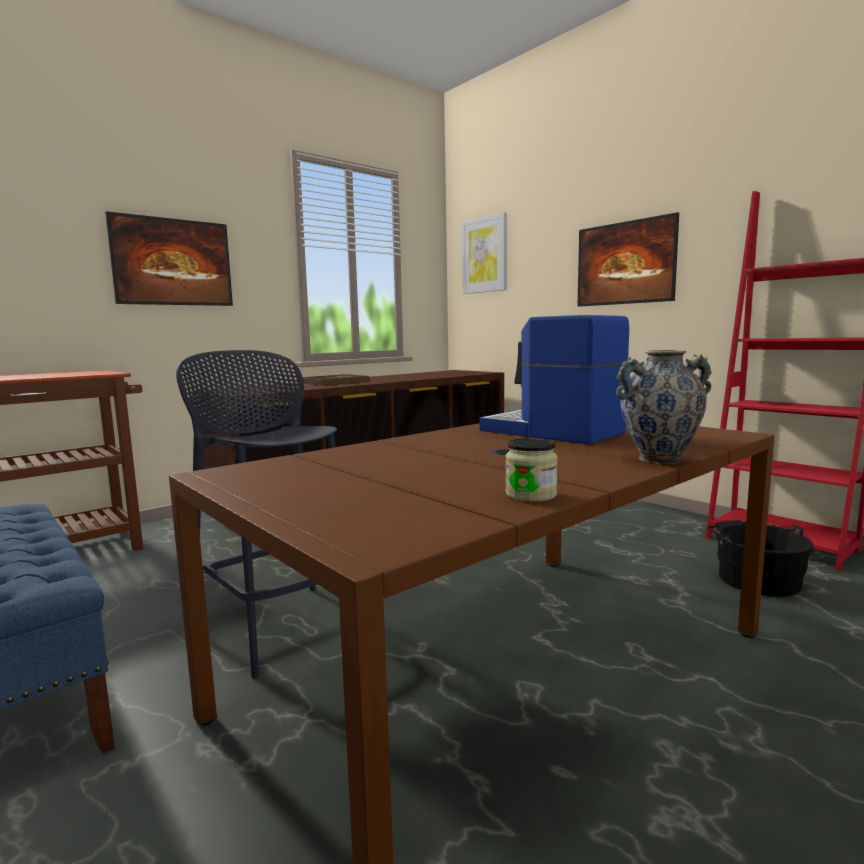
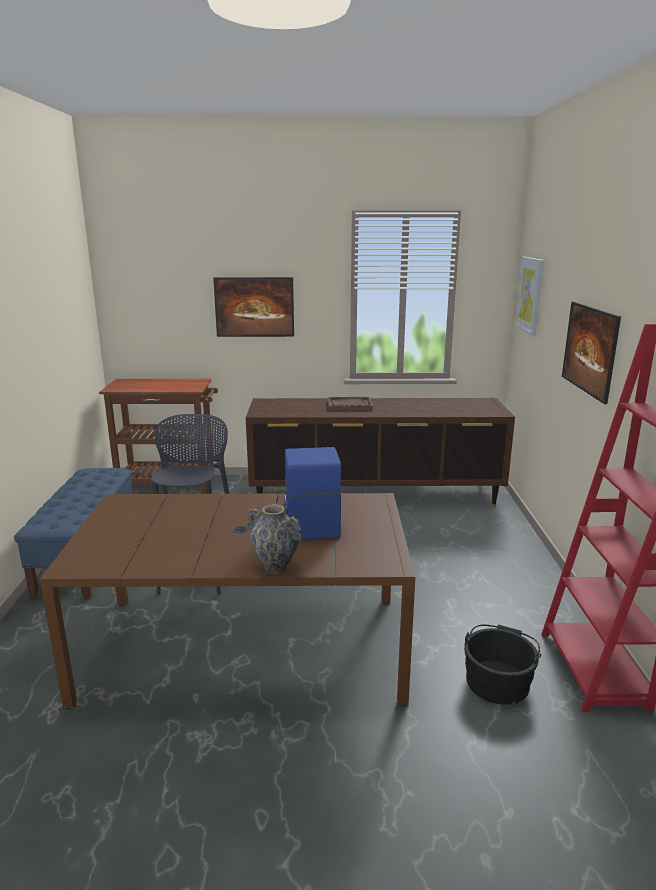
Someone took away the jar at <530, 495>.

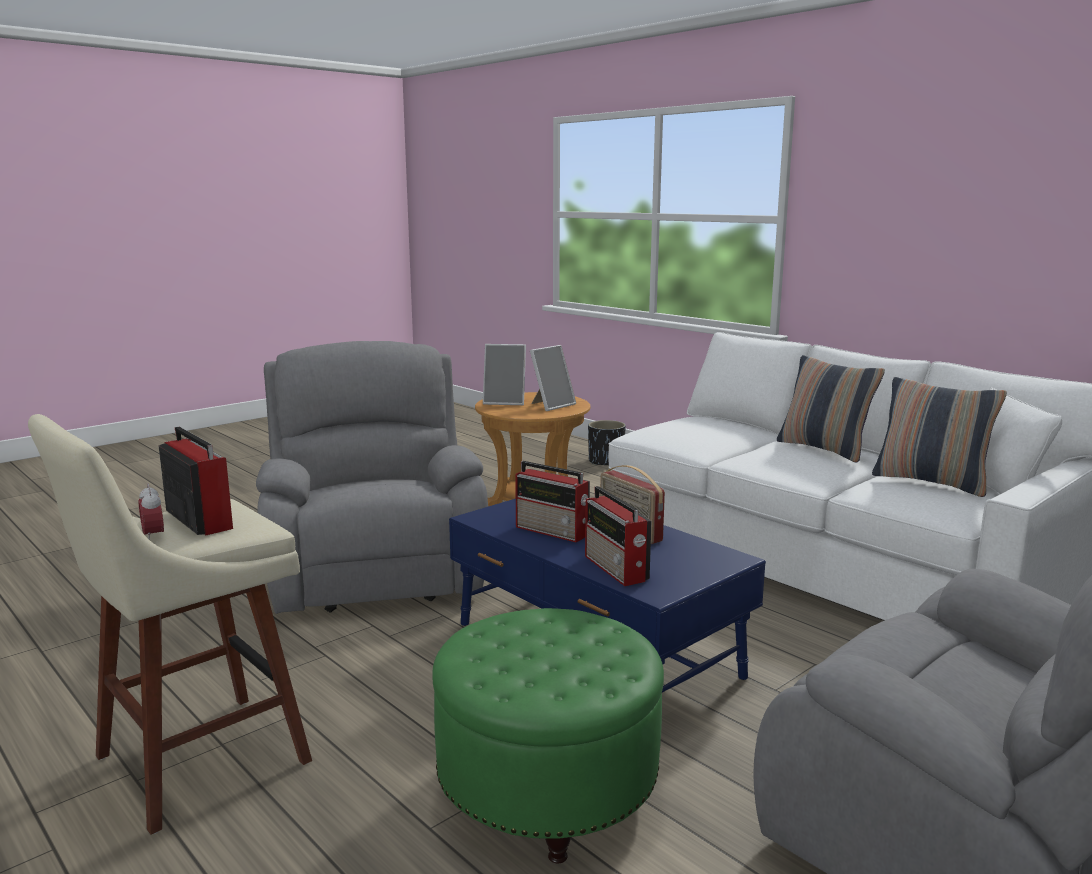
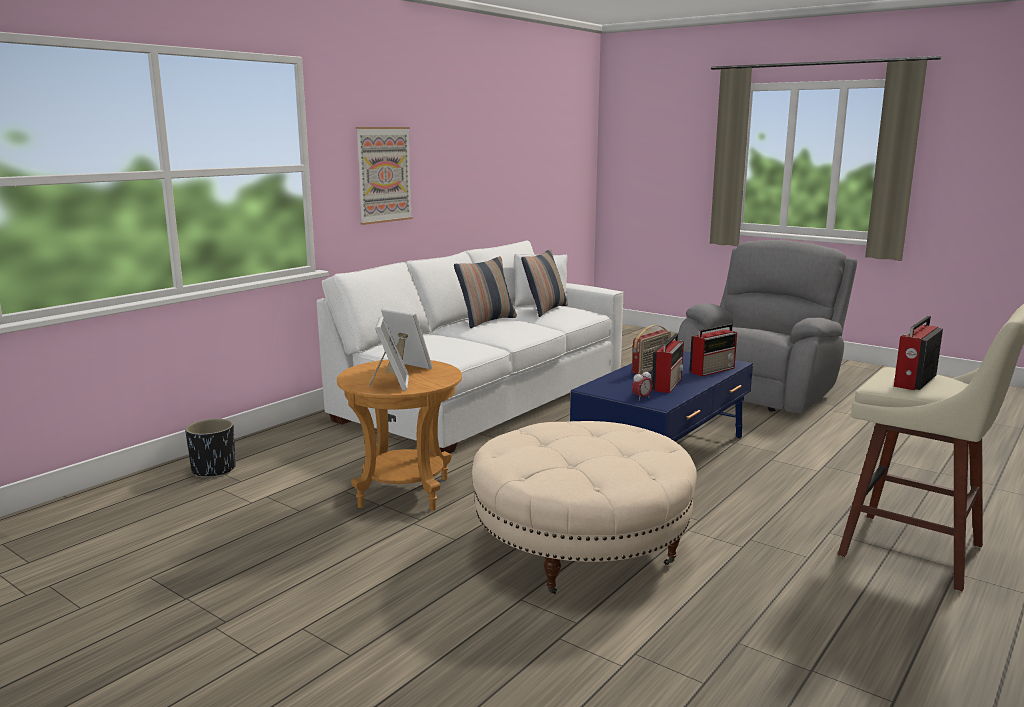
Someone put up the wall picture at <384, 174>. Someone swapped the gray armchair at <376, 571> for the sand-coloured ottoman at <581, 548>. Someone carried the bedside clock from <154, 536> to <641, 398>. Someone took away the green ottoman at <547, 790>.

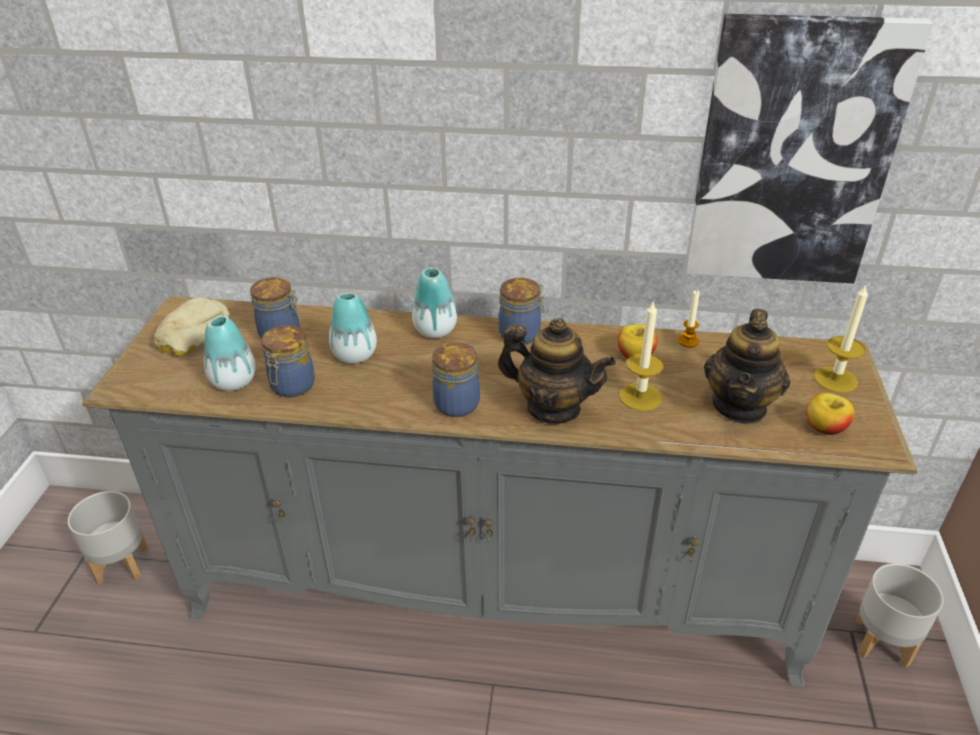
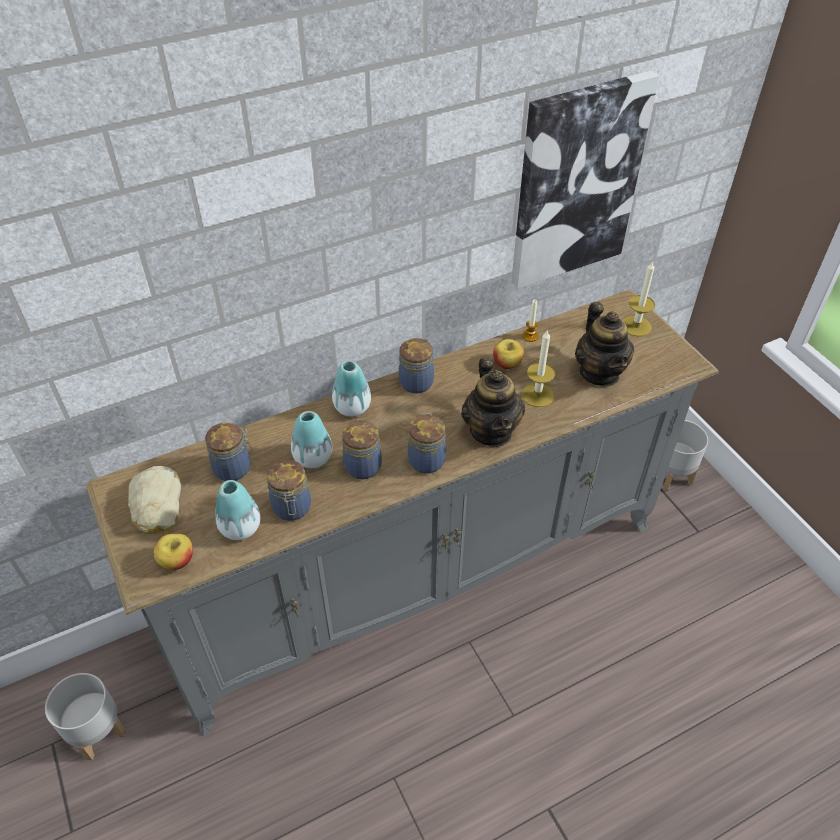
Someone carried the apple from <824, 428> to <177, 561>. Someone put down the jar at <363, 465>. Someone rotated the pot for tea at <553, 407> by 90 degrees clockwise.

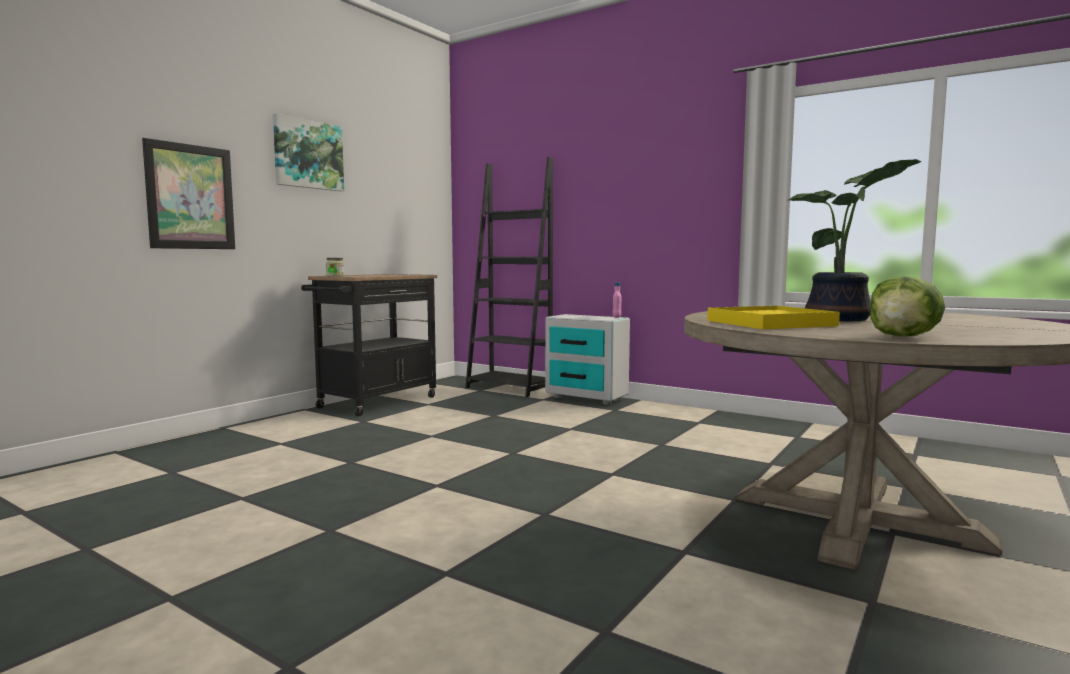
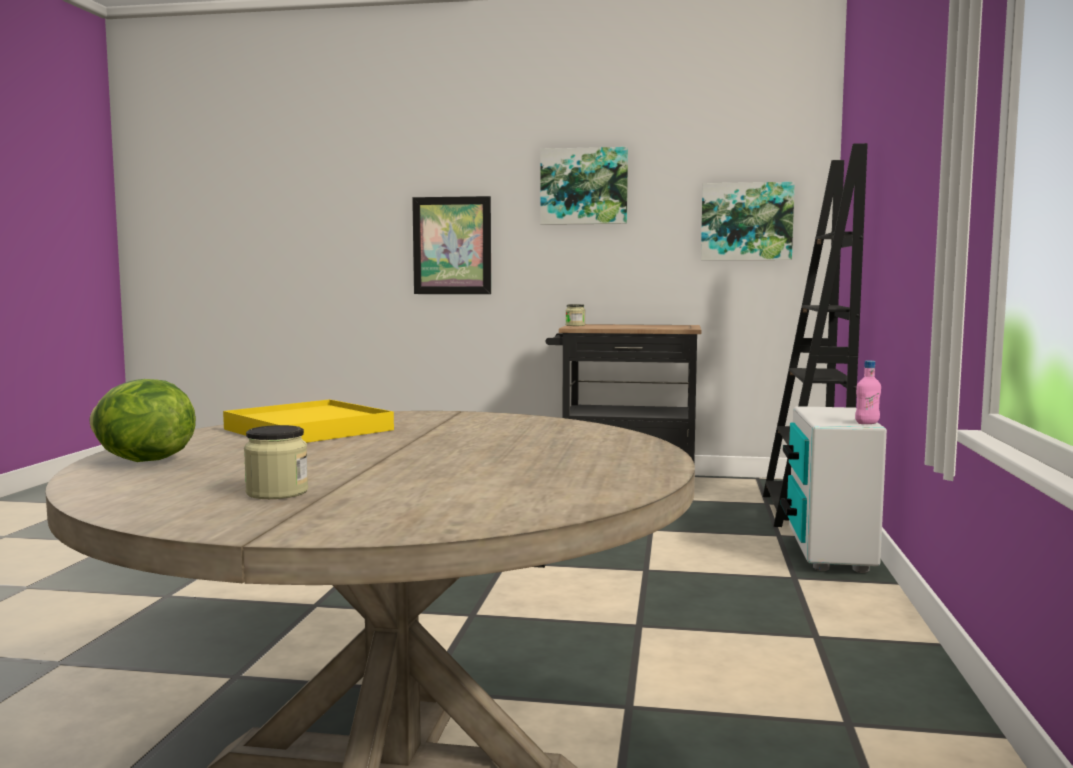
Someone put down the jar at <277, 492>. Someone put up the wall picture at <746, 221>. Someone took away the potted plant at <842, 319>.

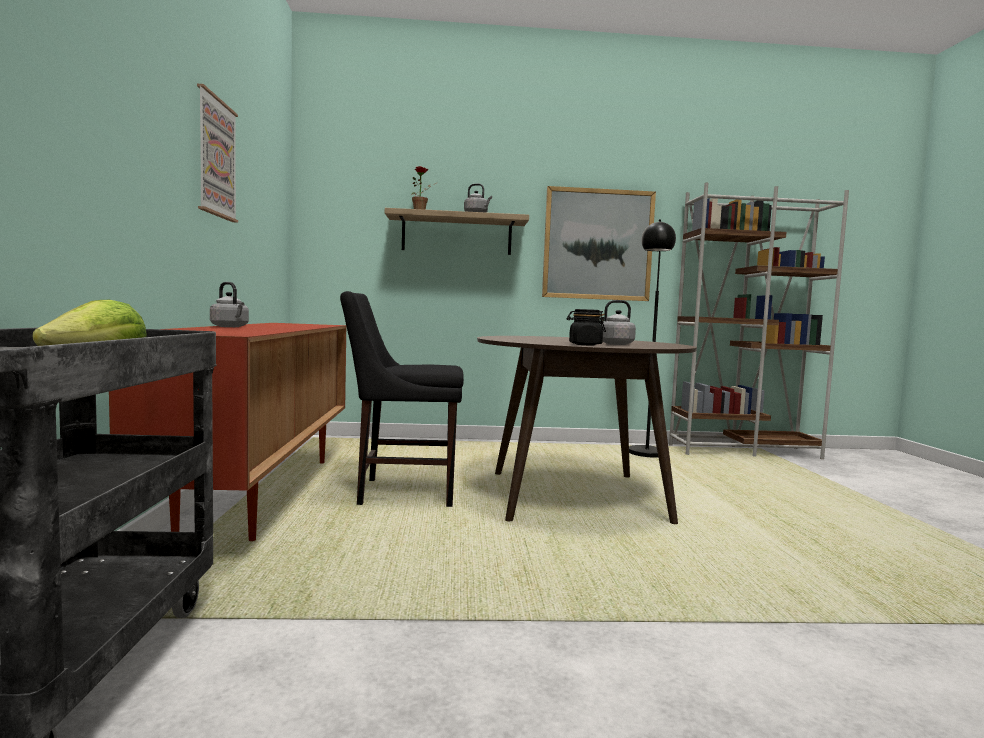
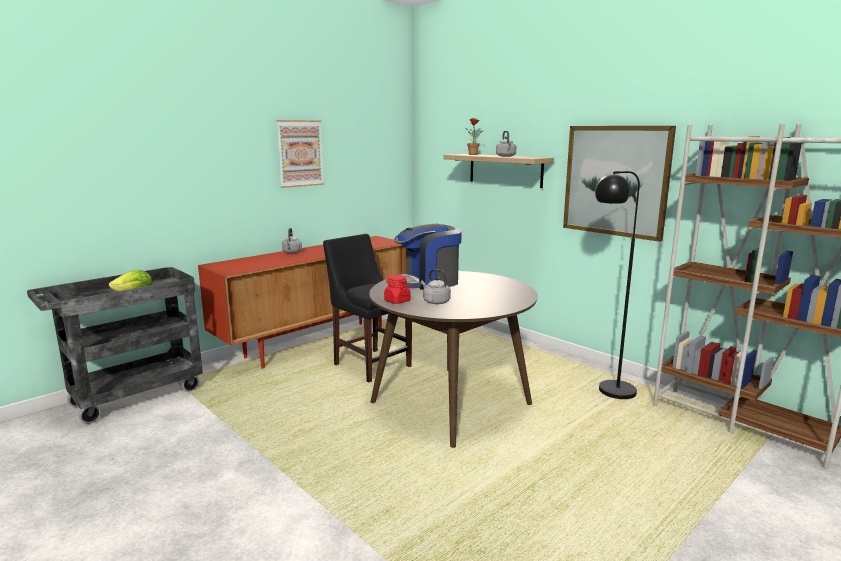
Someone repainted the blackish jar at <585, 344>, which became the reddish jar at <397, 301>. Someone put down the coffee brewer at <428, 282>.

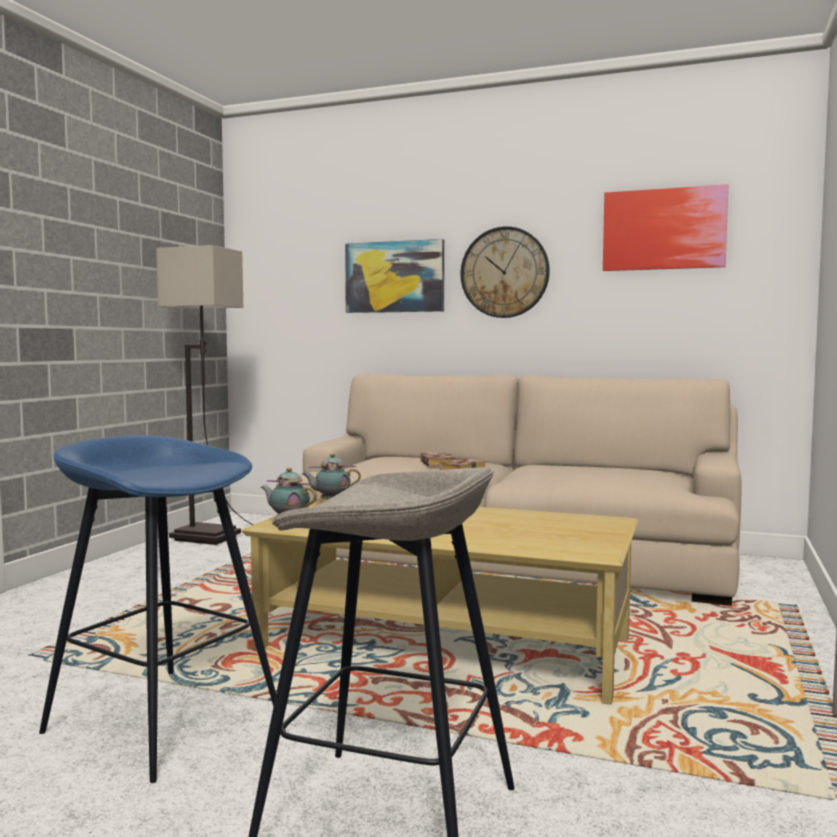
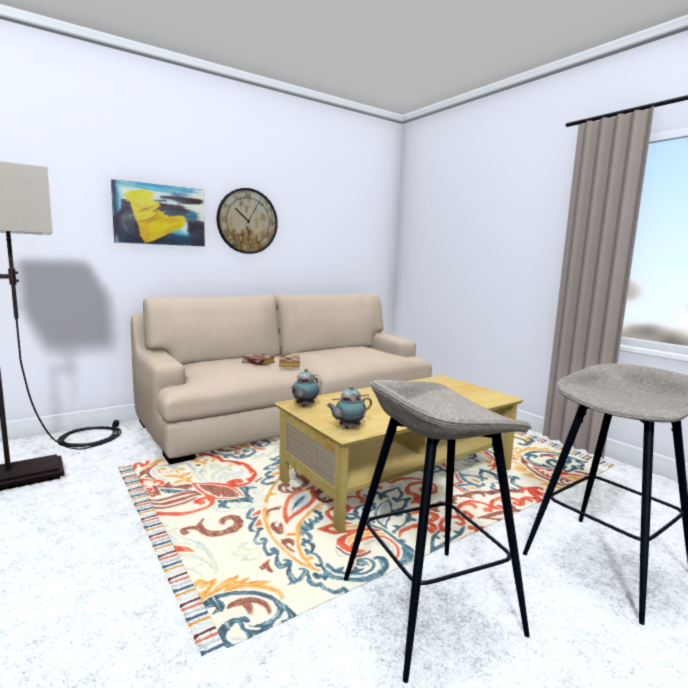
Someone repainted the blue-coloured sitting stool at <163, 720>, which became the gray sitting stool at <428, 605>. Someone took away the wall picture at <663, 229>.

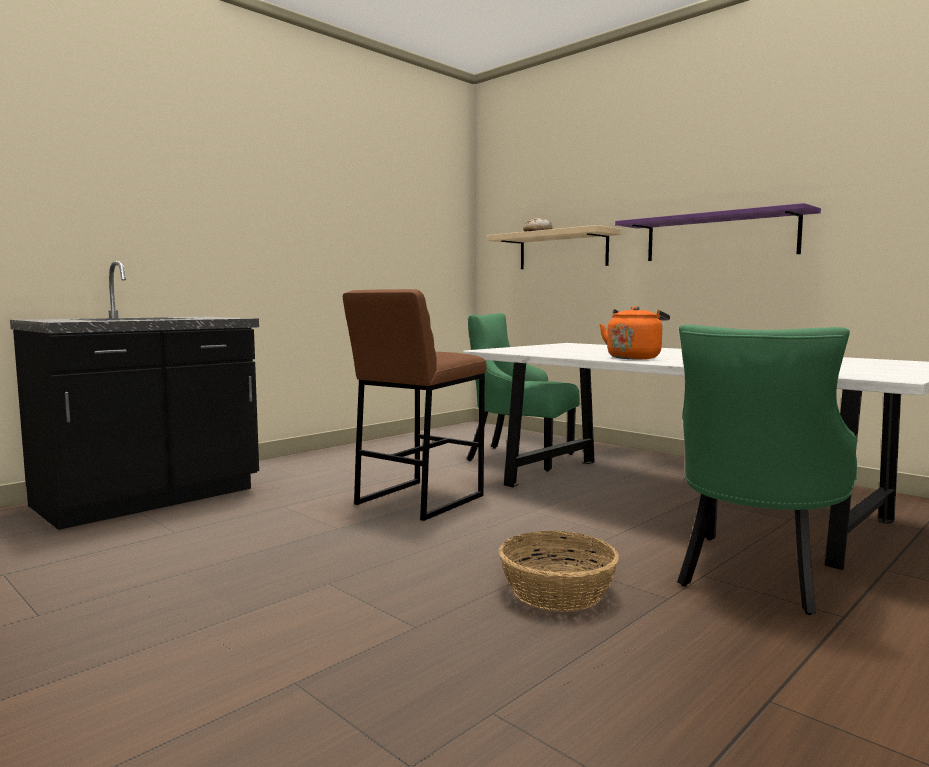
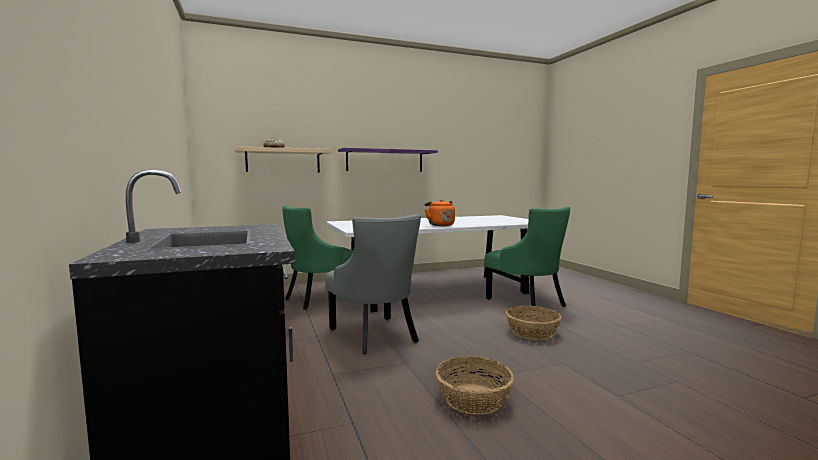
Someone swapped the brown-coloured sitting stool at <418, 500> for the gray upright chair at <373, 335>. Someone put down the storage basket at <473, 399>.

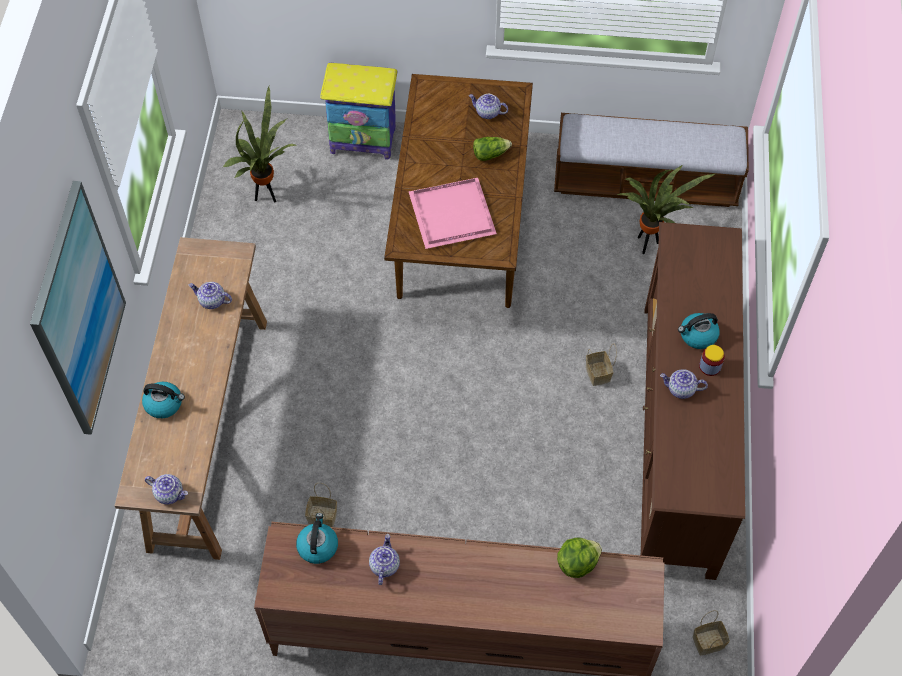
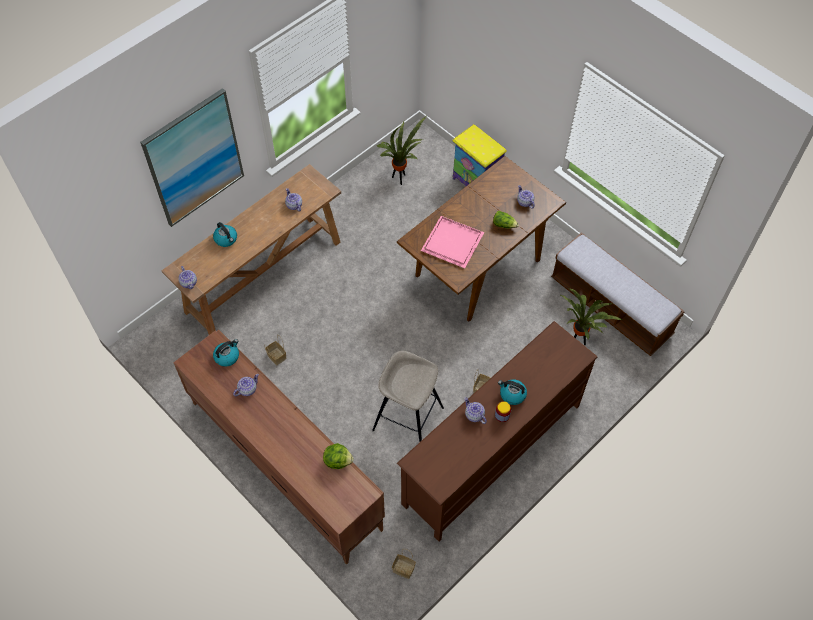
Someone put down the gray sitting stool at <408, 418>.

